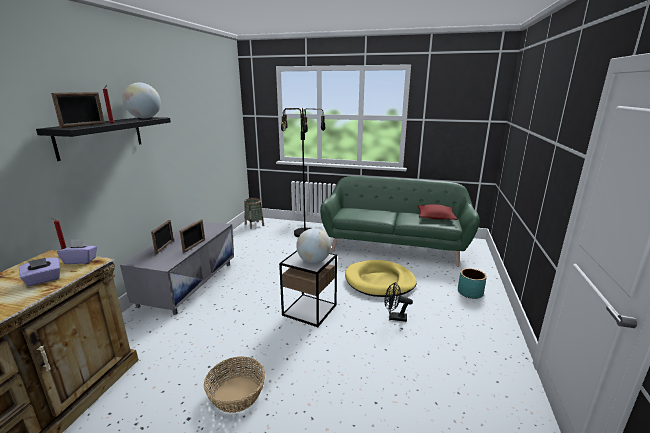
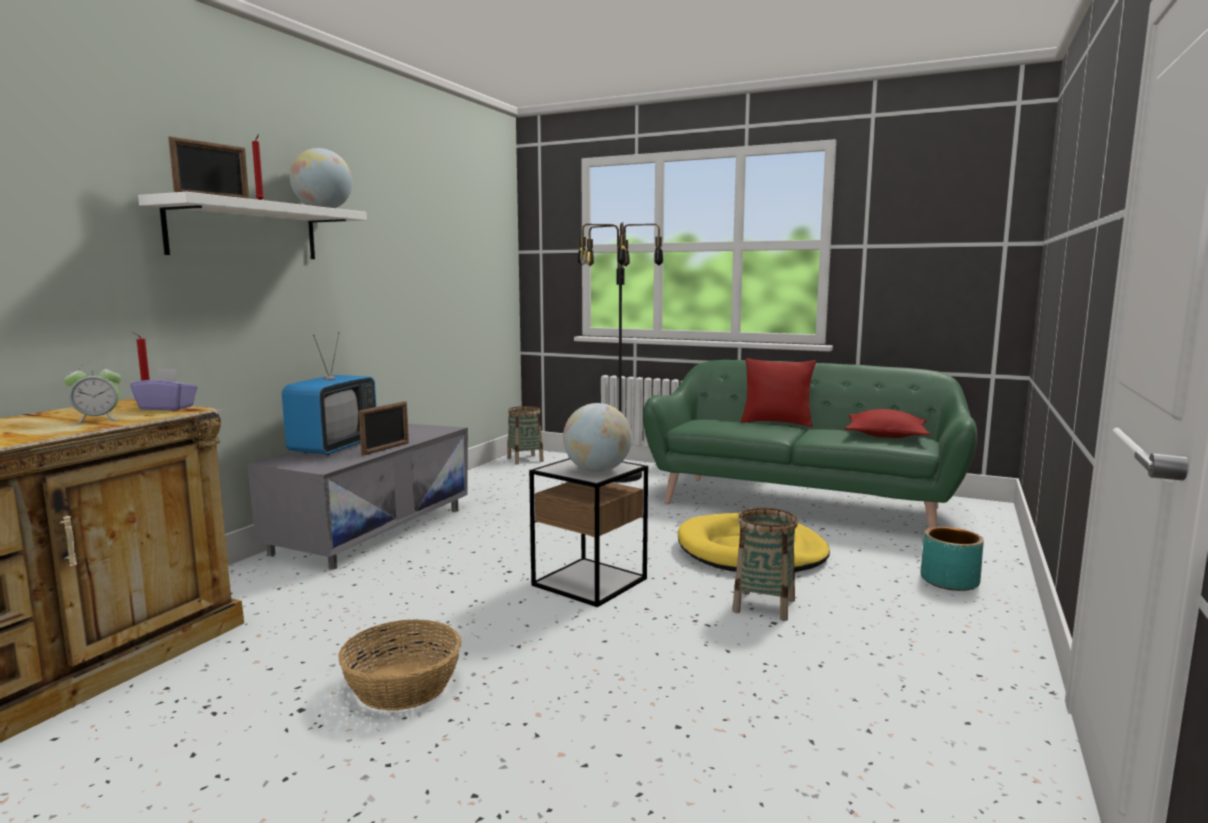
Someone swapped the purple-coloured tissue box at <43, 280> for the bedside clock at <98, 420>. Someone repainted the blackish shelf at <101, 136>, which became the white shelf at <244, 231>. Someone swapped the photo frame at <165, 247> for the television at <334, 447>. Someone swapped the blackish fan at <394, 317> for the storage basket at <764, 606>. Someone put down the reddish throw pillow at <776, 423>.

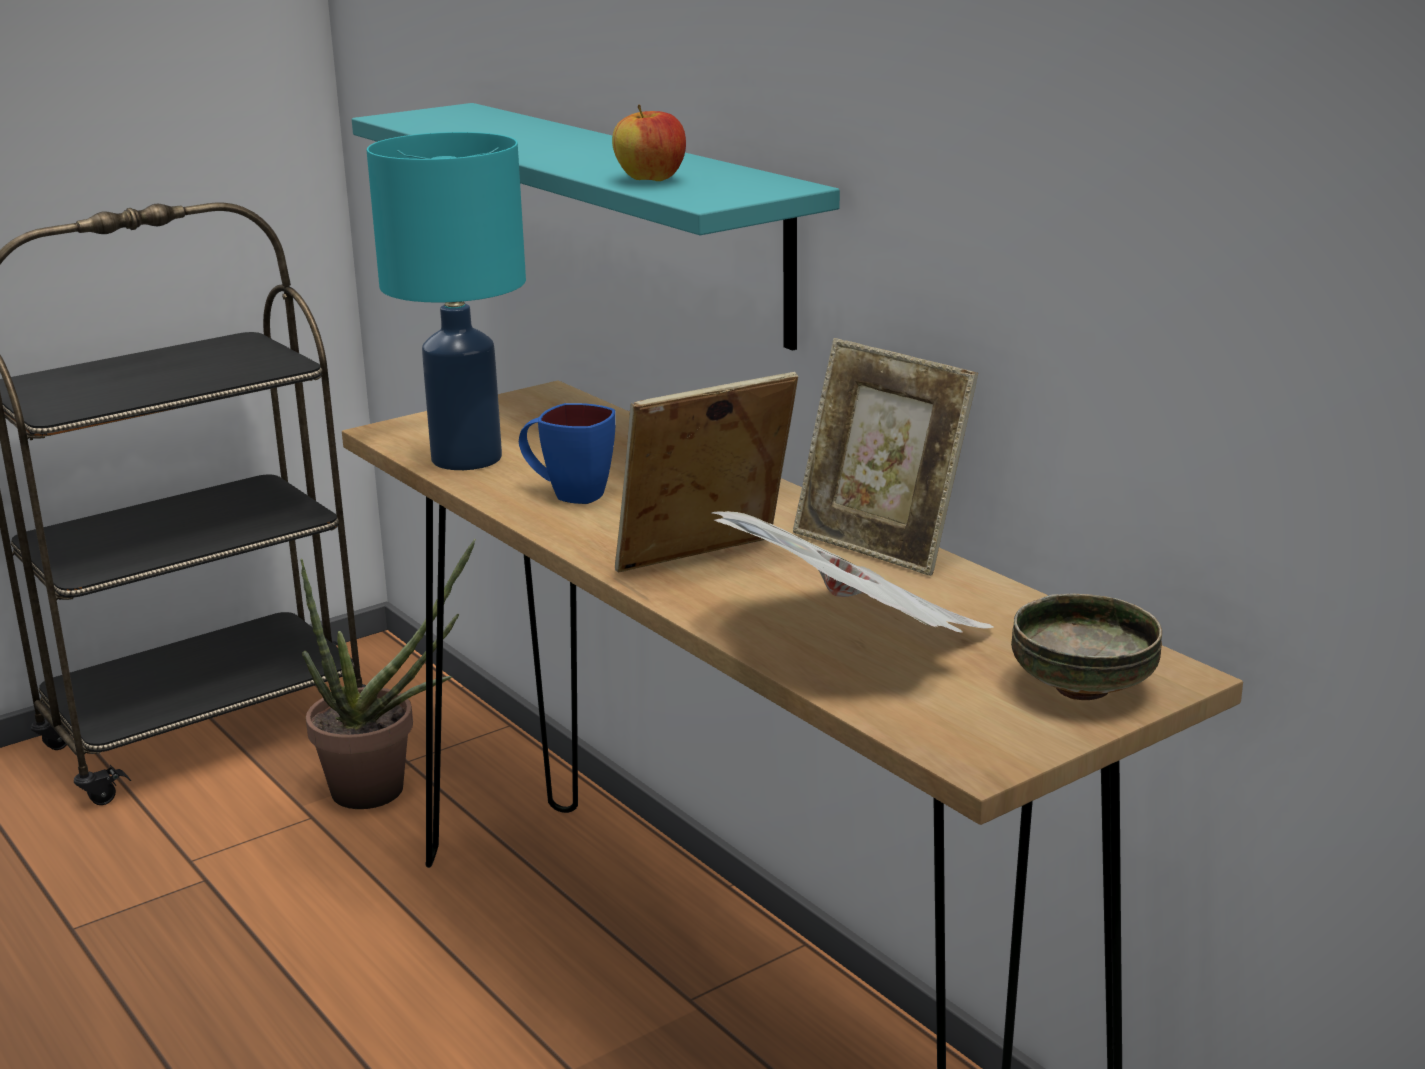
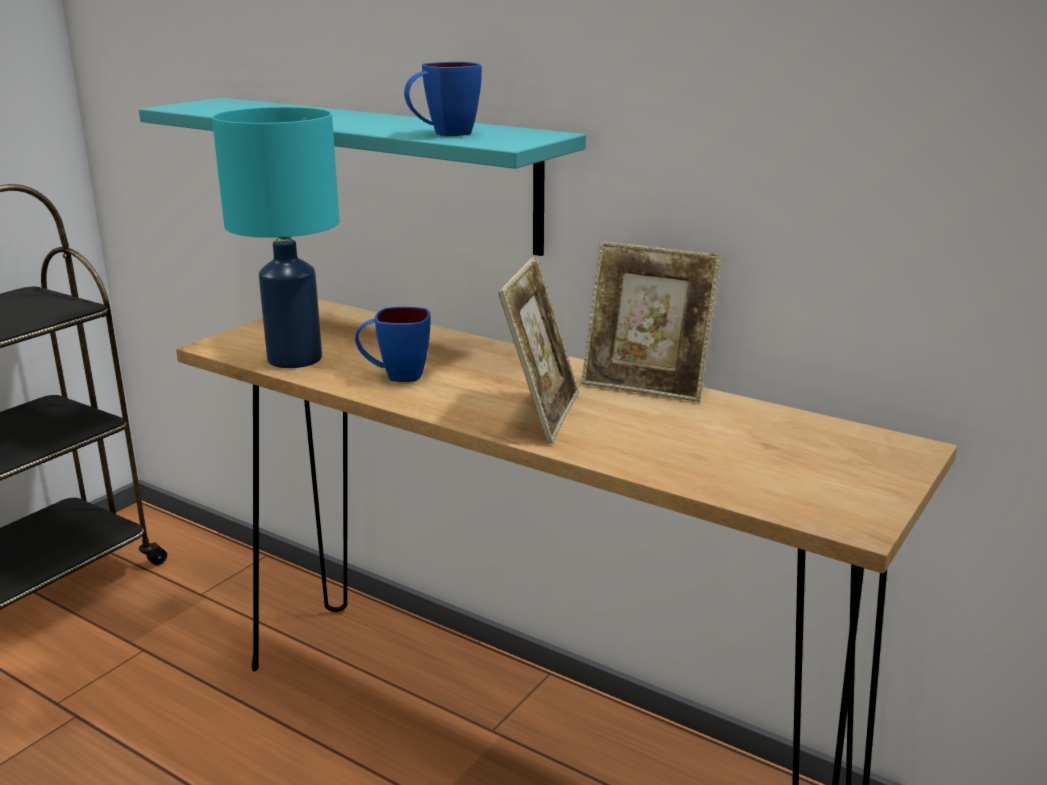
Someone swapped the apple at <650, 180> for the blue-coloured mug at <443, 134>. Someone rotated the photo frame at <706, 566> by 150 degrees clockwise. Someone took away the potted plant at <385, 790>. Someone took away the daily paper at <853, 642>. Someone took away the deep dish at <1080, 688>.

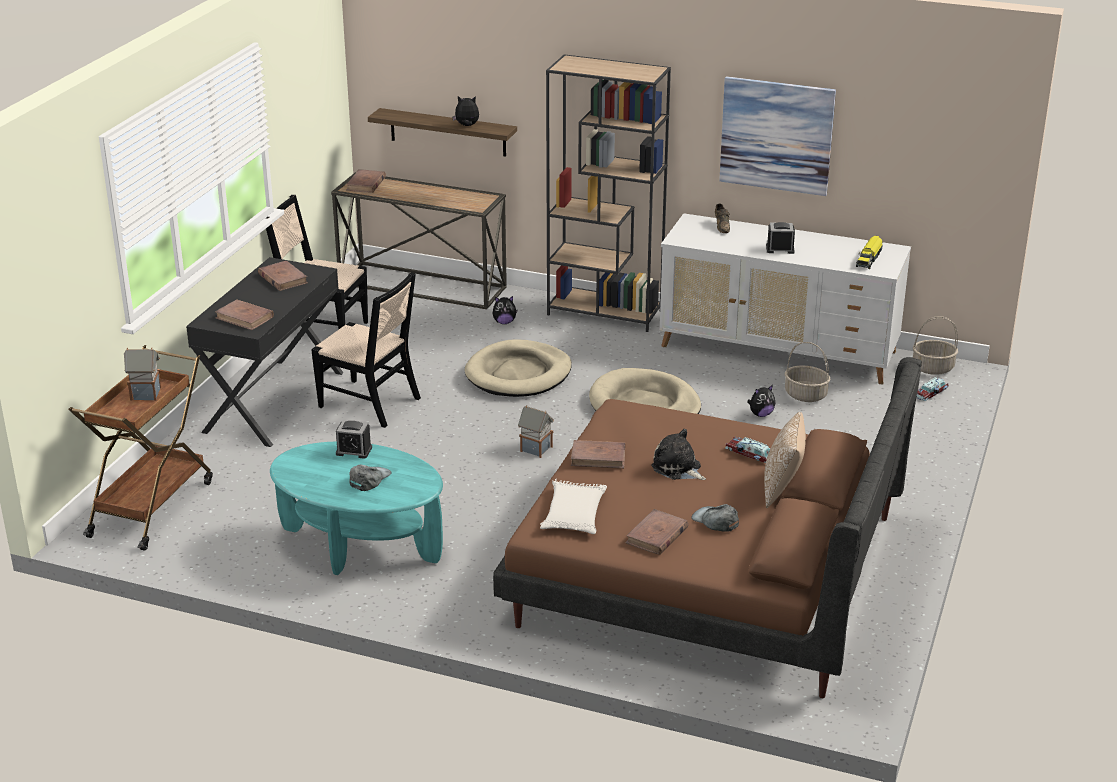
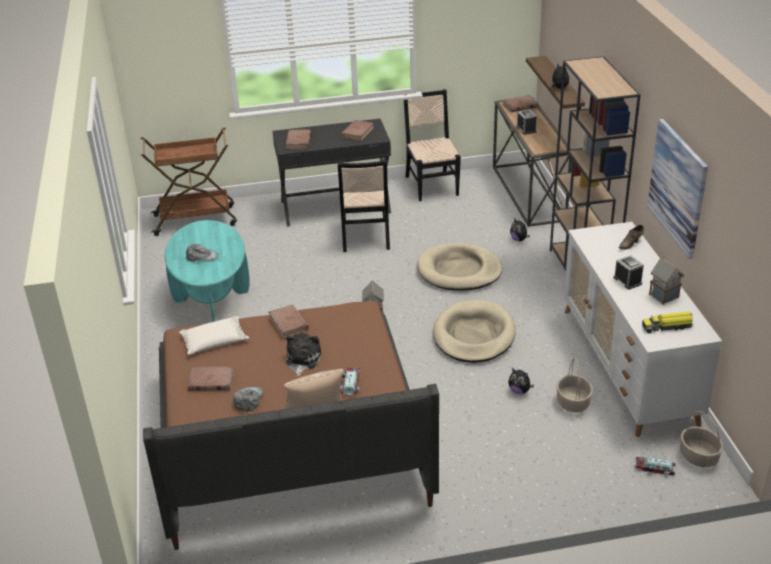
Someone carried the bedside clock from <354, 451> to <526, 129>. Someone carried the toy house from <146, 393> to <664, 296>.

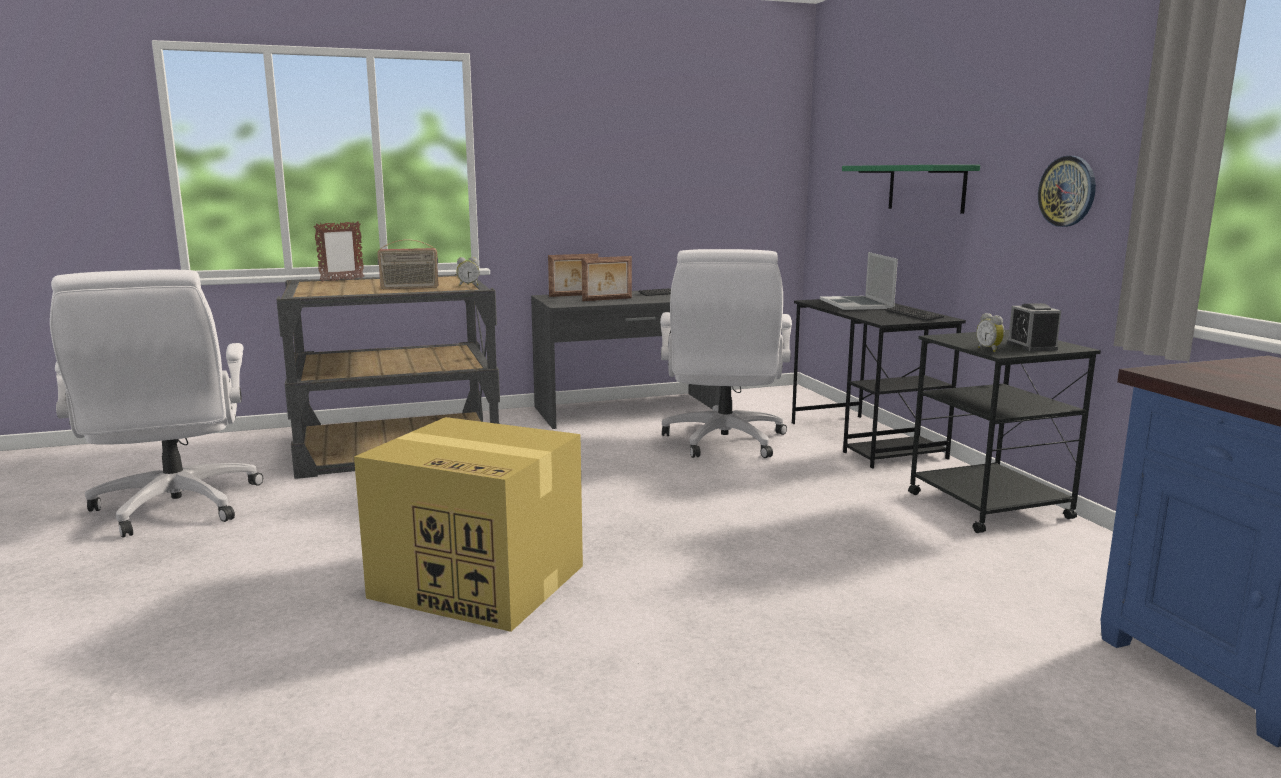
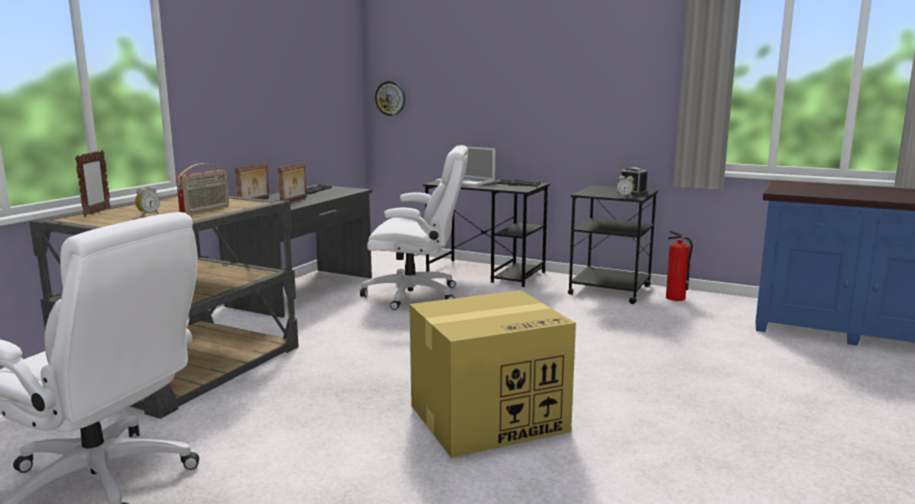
Someone carried the bedside clock from <468, 285> to <148, 215>. Someone rotated the white computer chair at <723, 443> by 45 degrees counterclockwise. Someone carried the hanging clock from <1067, 191> to <390, 98>. Someone put down the fire extinguisher at <676, 298>. Someone took away the green shelf at <926, 188>.

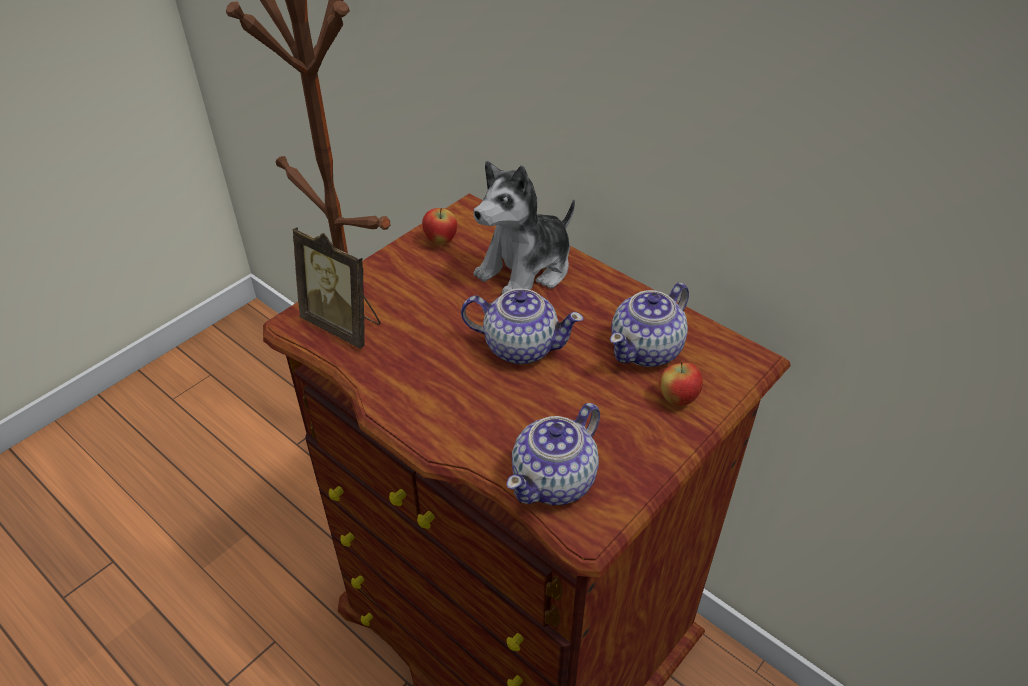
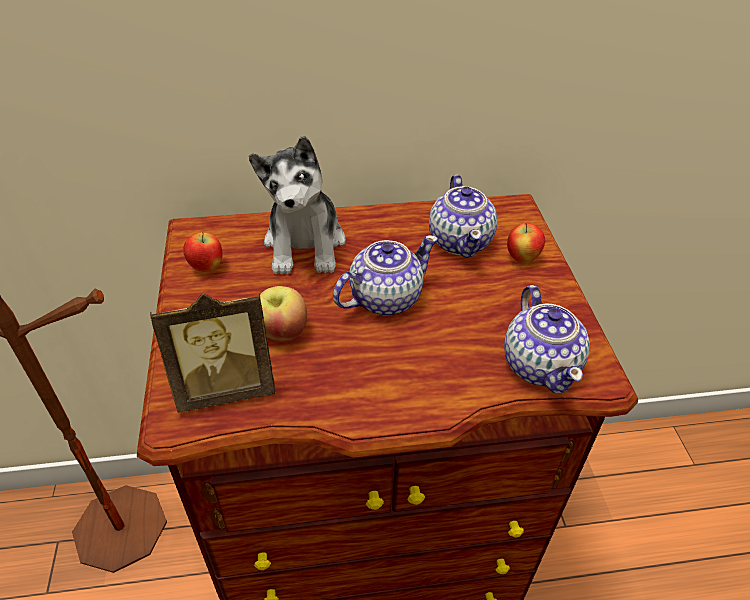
Someone put down the apple at <282, 332>.

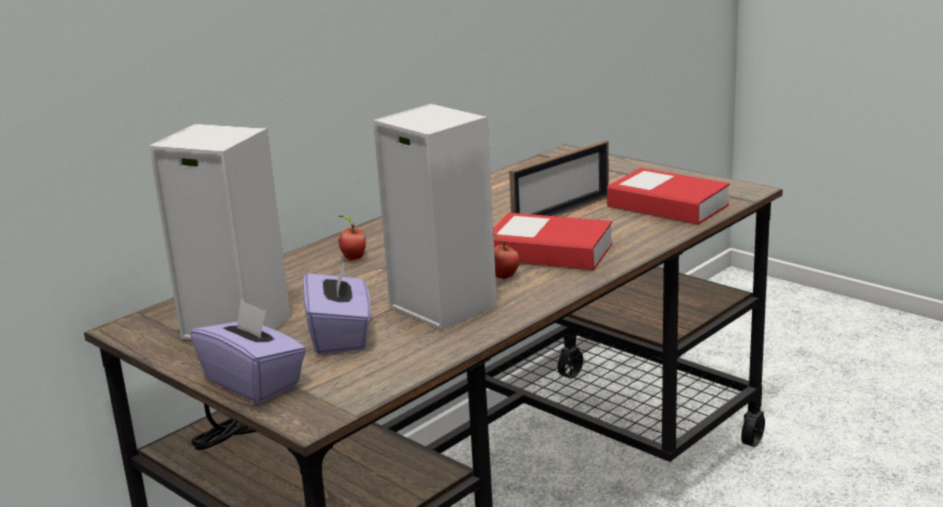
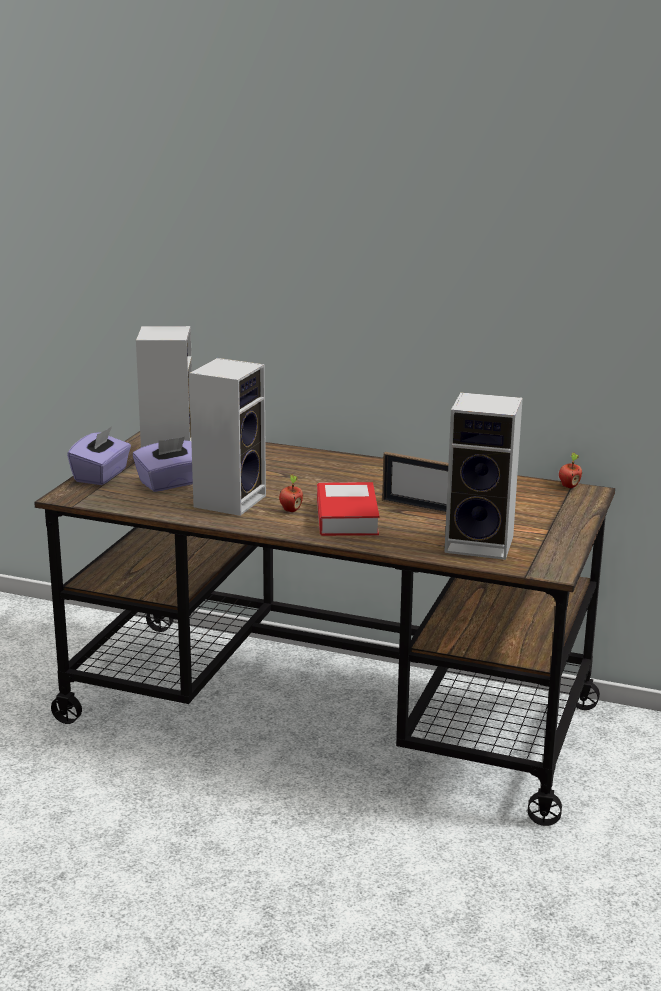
Someone swapped the book at <667, 206> for the audio speaker at <482, 544>. Someone carried the apple from <353, 258> to <569, 486>.

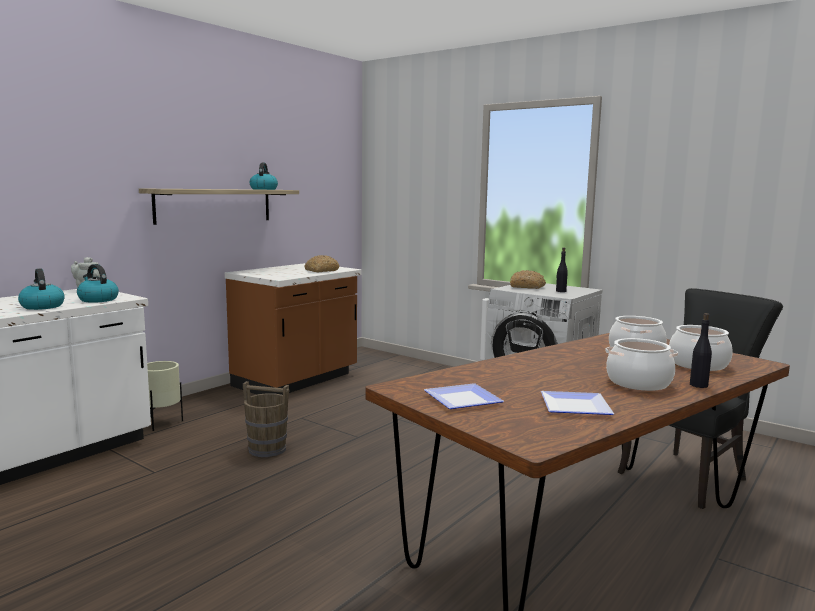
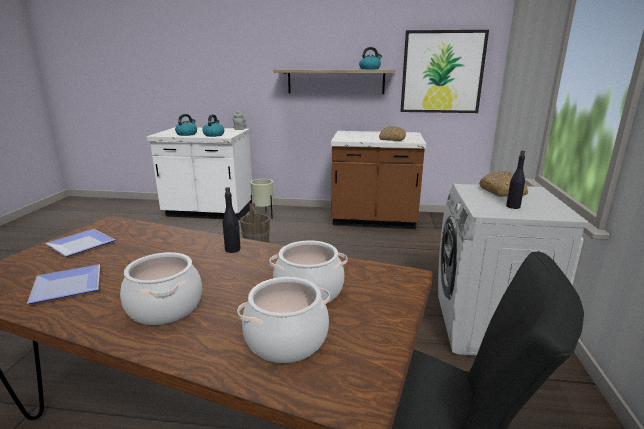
Someone carried the blackish drink bottle from <698, 385> to <233, 249>. Someone put up the wall picture at <442, 72>.

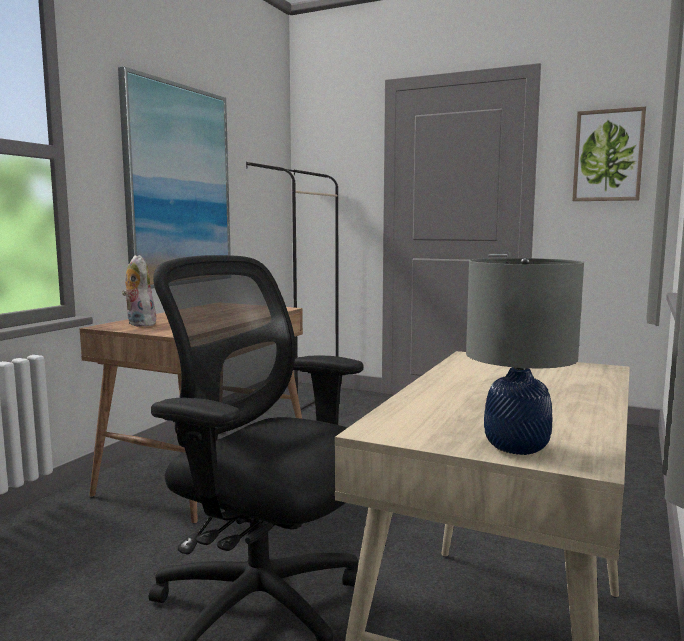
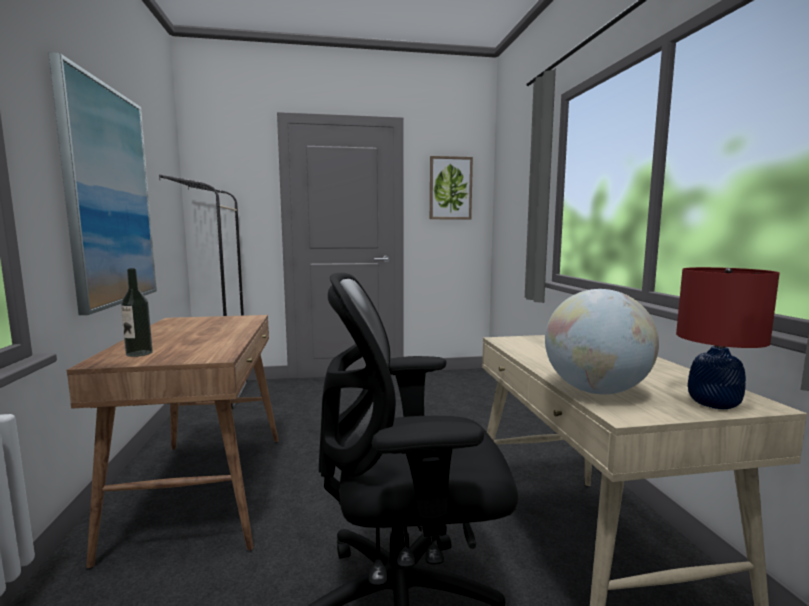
Someone swapped the cuddly toy at <138, 324> for the drink bottle at <139, 353>. Someone put down the world globe at <596, 391>. Someone repainted the gray table lamp at <517, 447>, which became the reddish table lamp at <712, 403>.

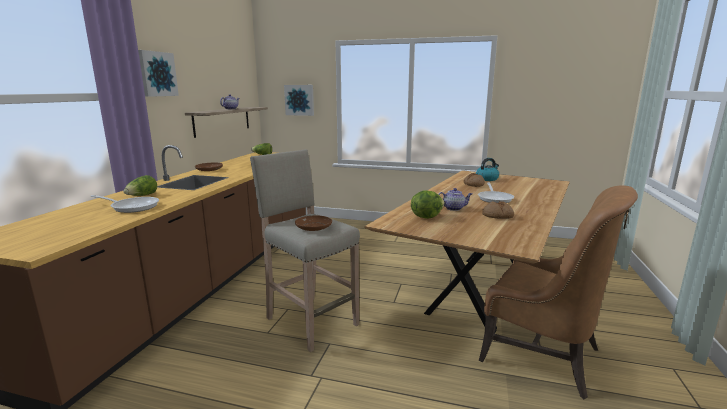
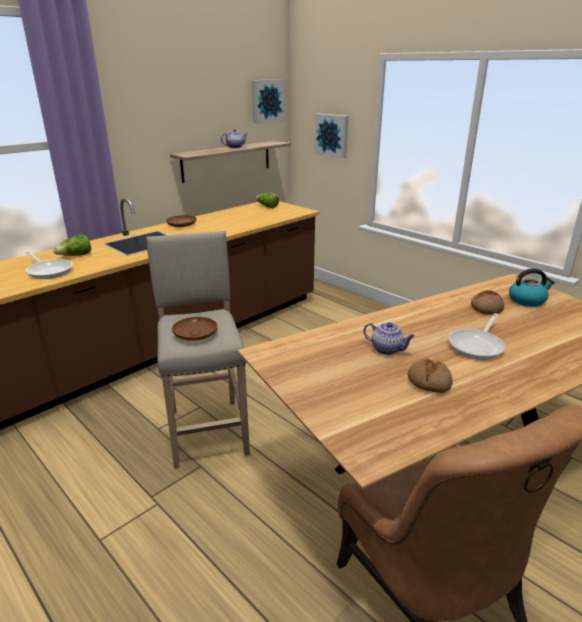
Someone carried the wall picture from <156, 74> to <267, 101>. Someone took away the lettuce at <426, 217>.

